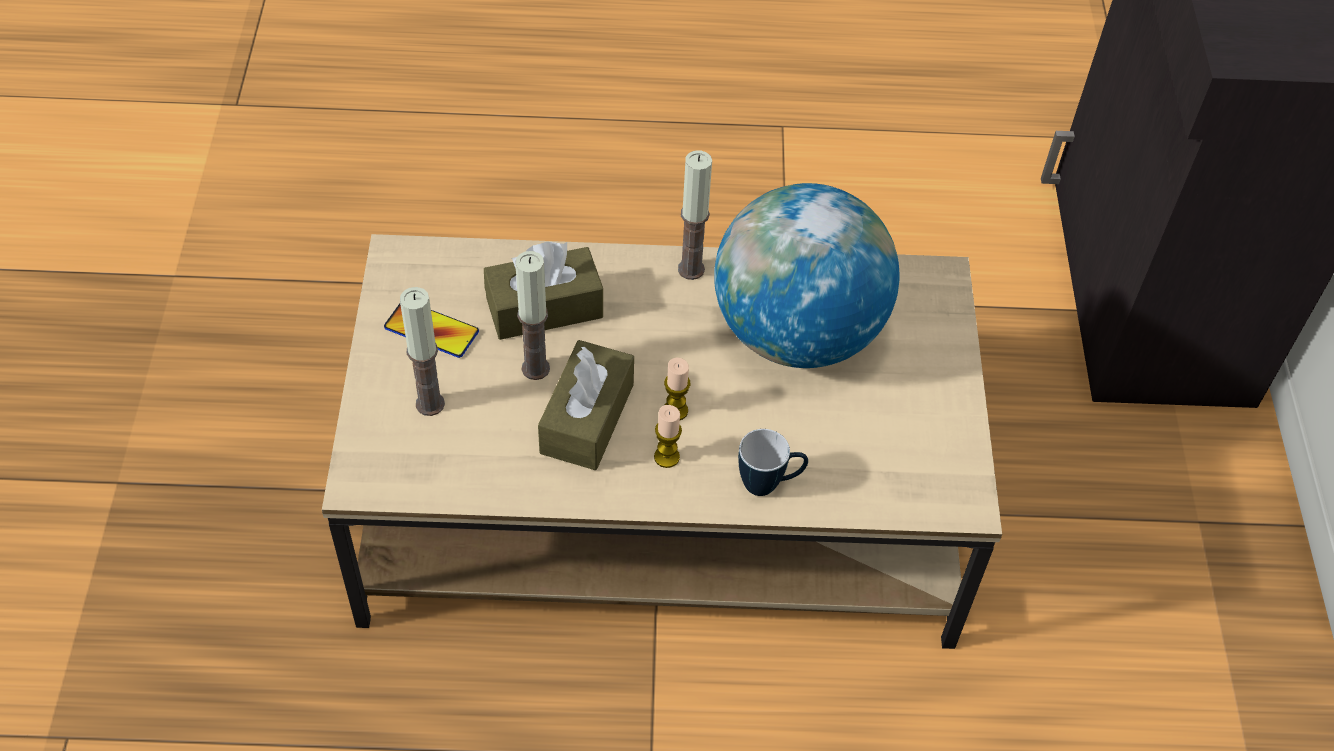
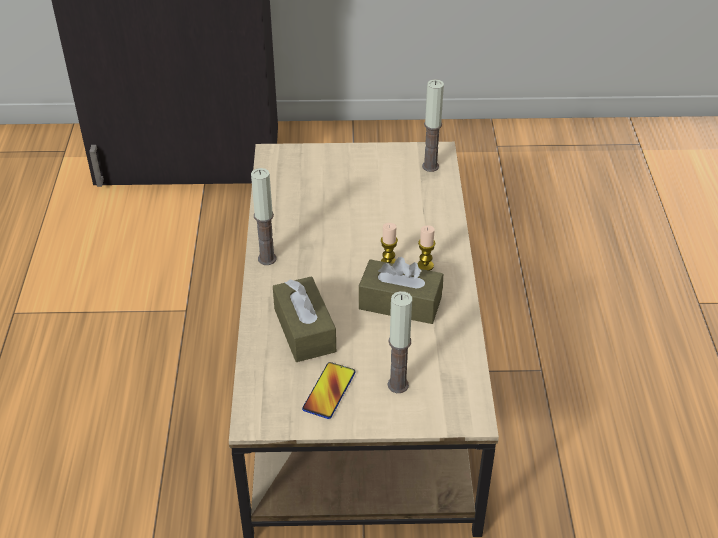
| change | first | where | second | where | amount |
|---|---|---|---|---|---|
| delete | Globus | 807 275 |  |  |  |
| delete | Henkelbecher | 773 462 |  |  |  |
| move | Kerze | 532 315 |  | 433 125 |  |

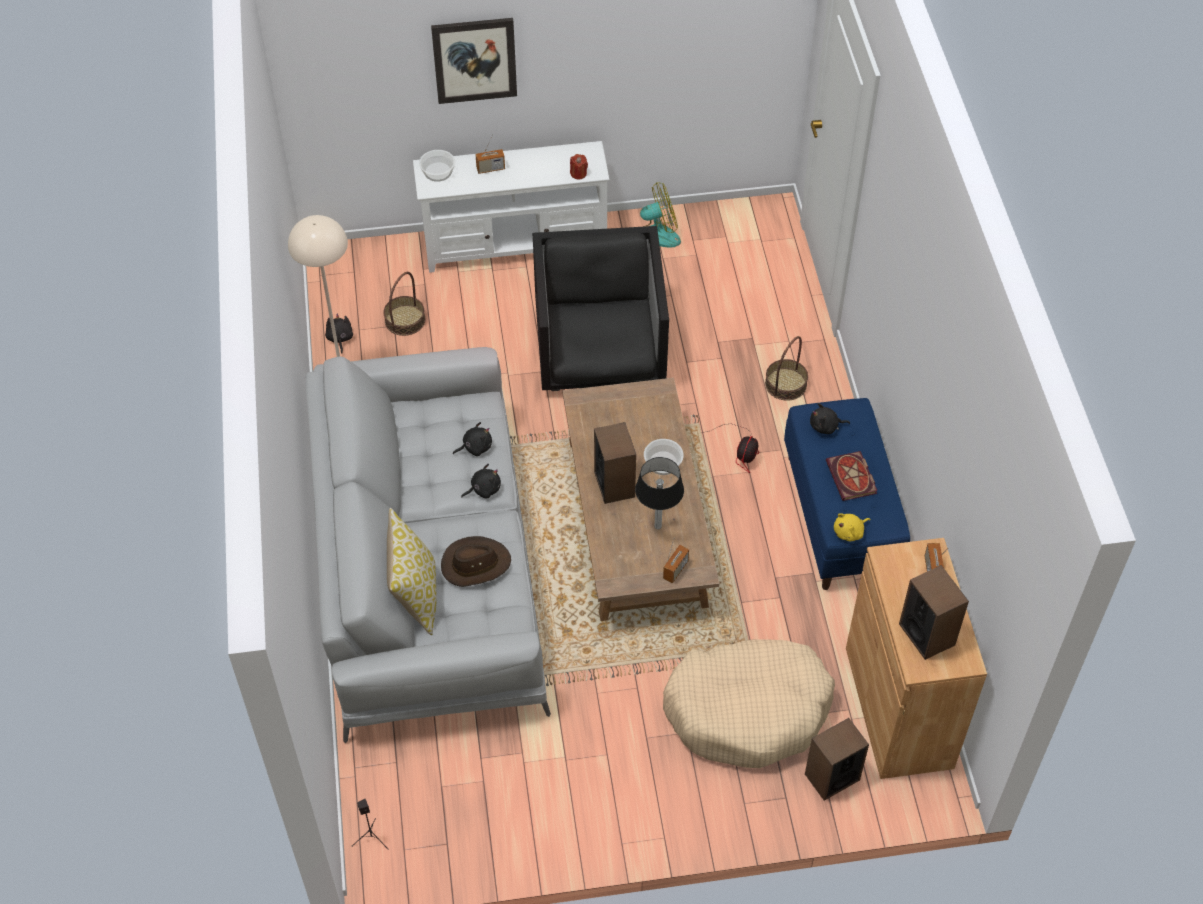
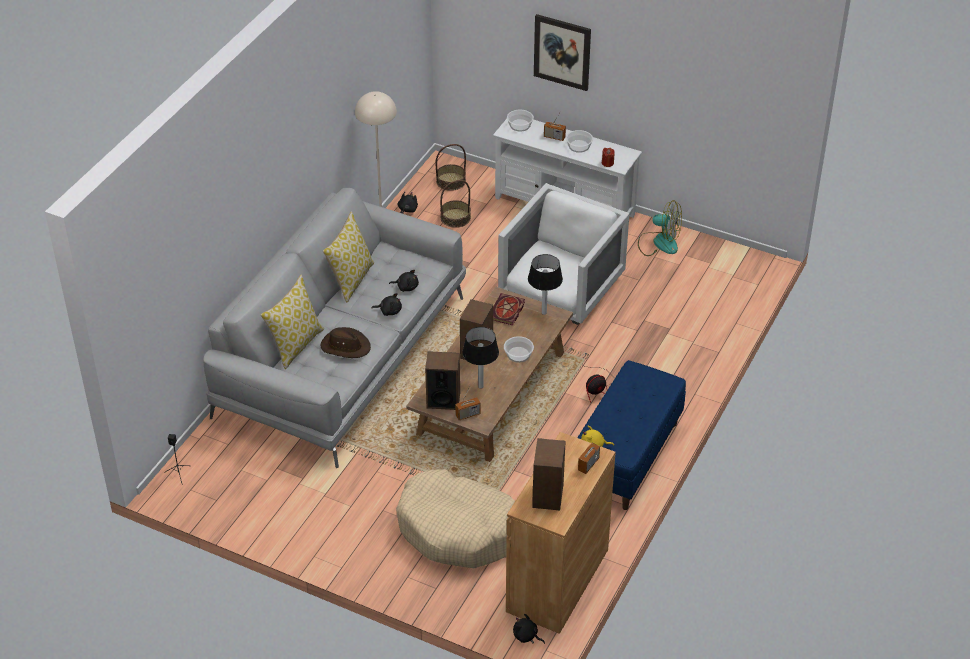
| change | first | where | second | where | amount |
|---|---|---|---|---|---|
| insert |  |  | Kissen | 348 257 |  |
| insert |  |  | Tischlampe | 545 284 |  |
| insert |  |  | Schüssel | 579 141 |  |
| move | Korb | 786 368 |  | 450 167 |  |
| move | Lautsprecher | 837 759 |  | 442 380 |  |
| move | Plüschtier [schwarz] | 830 418 |  | 529 629 |  |
| move | Buch | 852 476 |  | 509 309 |  |
| recolor | Sessel [schwarz] | 601 308 | Sessel [weiß] | 563 254 |  |

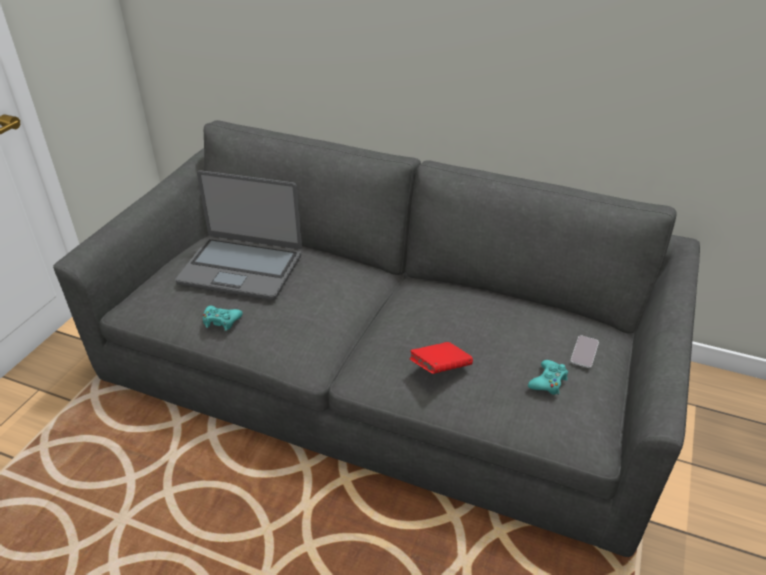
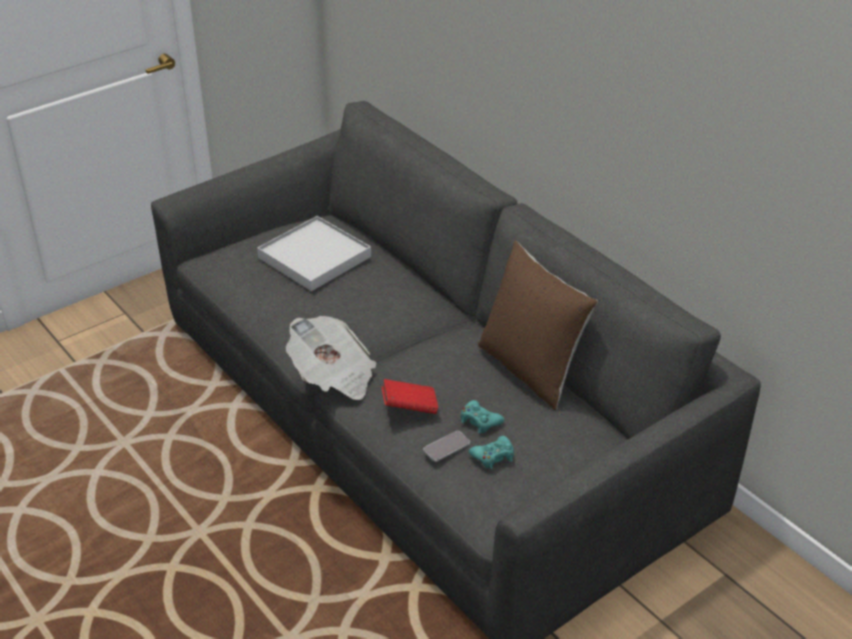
| change | first | where | second | where | amount |
|---|---|---|---|---|---|
| insert |  |  | Zeitung | 331 358 |  |
| insert |  |  | Kissen [braun] | 538 325 |  |
| move | Gamepad [türkis] | 223 318 |  | 483 417 |  |
| move | Handy | 584 351 |  | 446 446 |  |
| replace | Laptop | 238 235 | Tablett [weiß] | 314 253 |  |

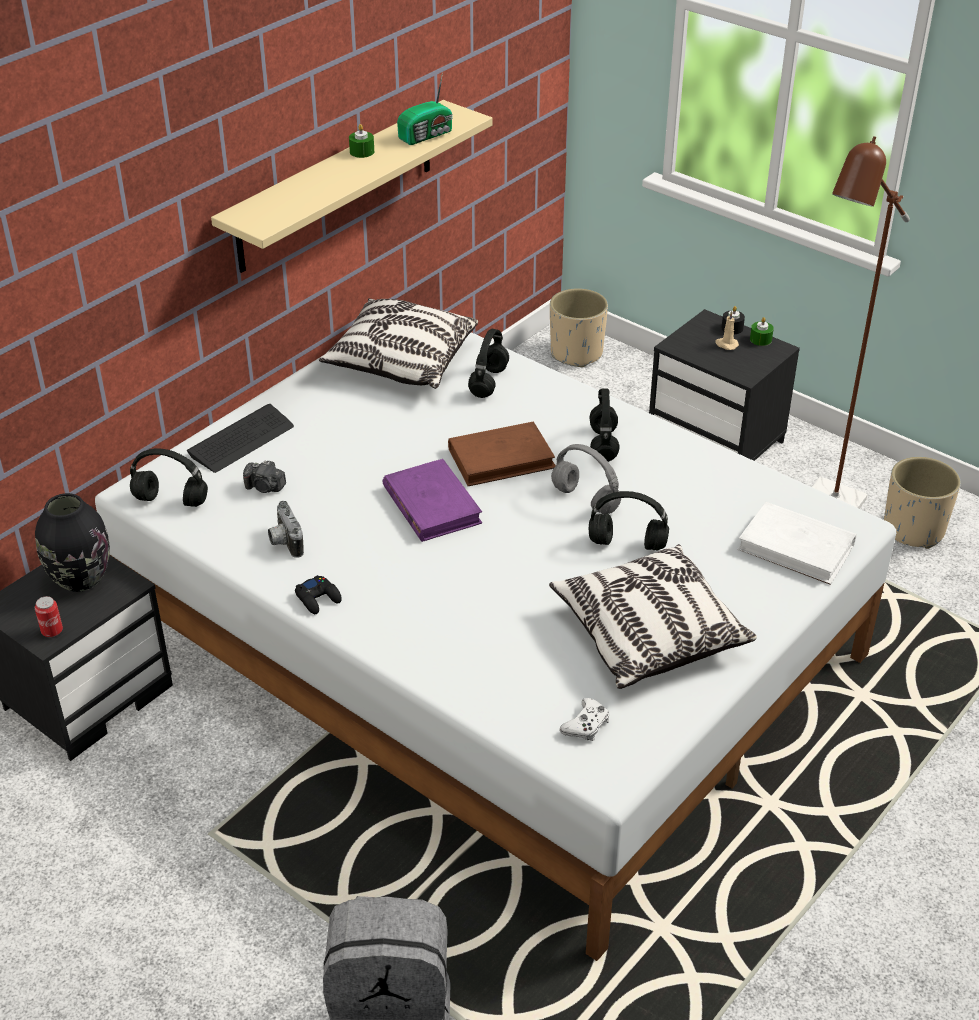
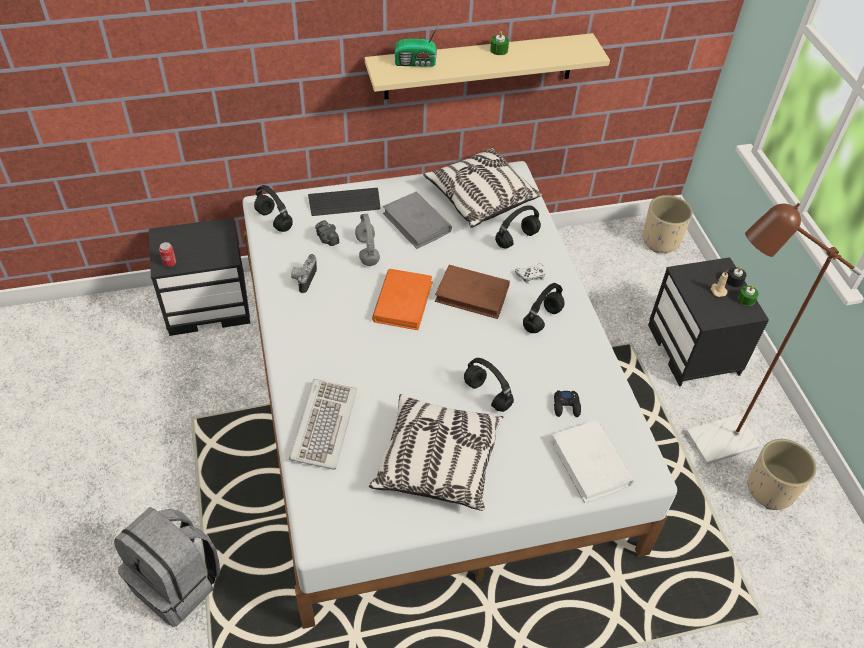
| change | first | where | second | where | amount |
|---|---|---|---|---|---|
| delete | Vase [schwarz] | 72 542 |  |  |  |
| insert |  |  | Tastatur | 323 424 |  |
| insert |  |  | Buch [grau] | 417 220 |  |
| move | Gamepad [schwarz] | 318 594 |  | 567 403 |  |
| move | Radio | 425 109 |  | 417 44 |  |
| move | Kopfhörer [grau] | 586 479 |  | 367 240 |  |
| move | Gamepad [weiß] | 585 719 |  | 530 273 |  |
| recolor | Buch [lila] | 432 500 | Buch [orange] | 402 299 |  |

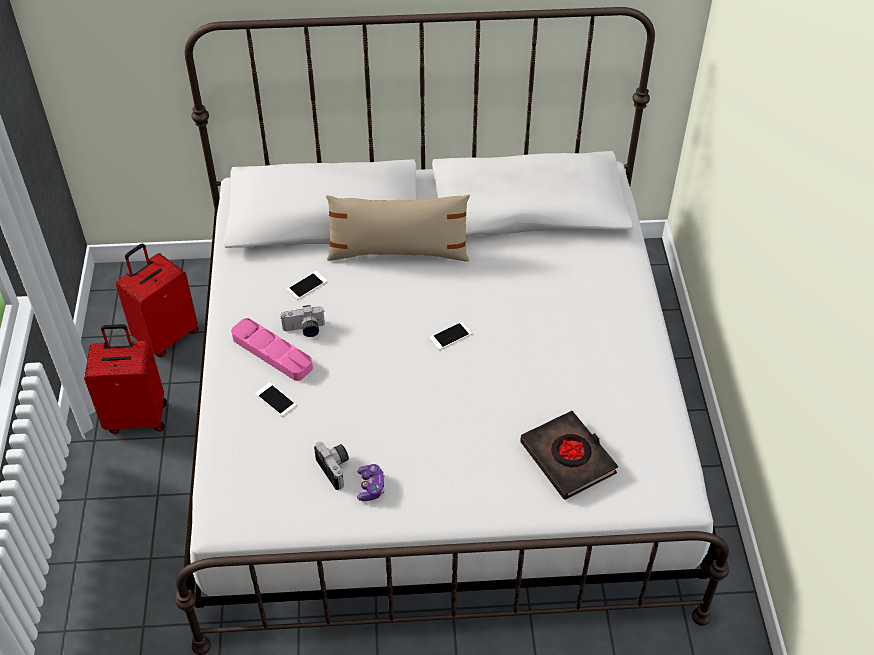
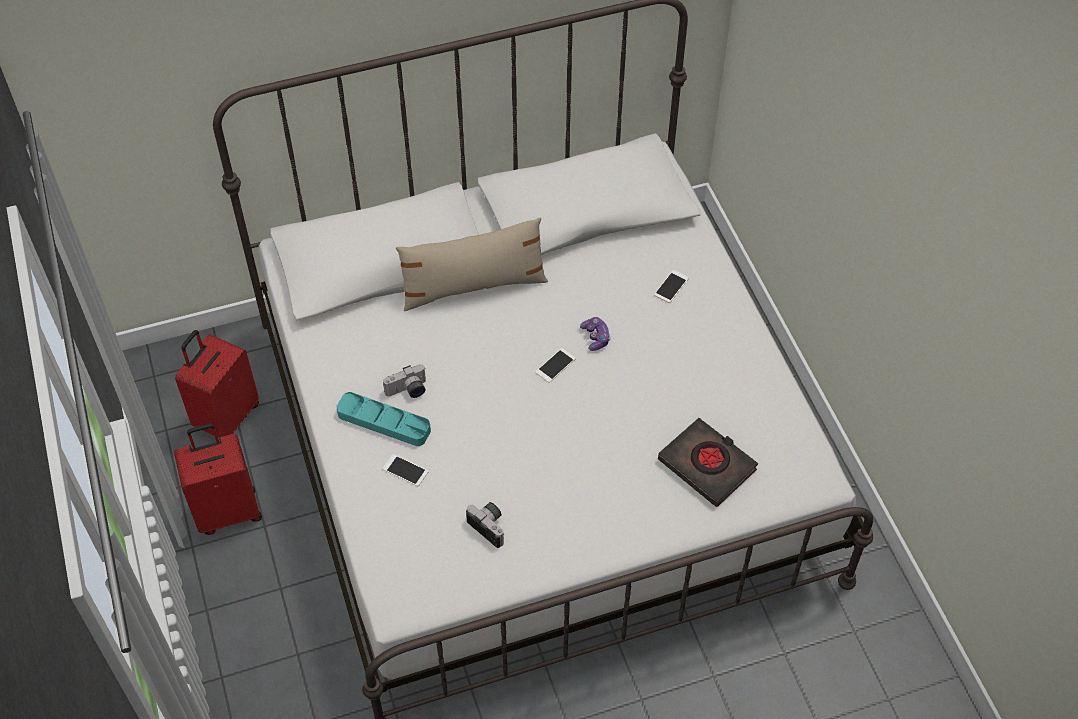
| change | first | where | second | where | amount |
|---|---|---|---|---|---|
| move | Handy | 307 285 |  | 671 286 |  |
| move | Gamepad | 370 482 |  | 595 334 |  |
| recolor | Tablett [rosa] | 272 349 | Tablett [türkis] | 383 419 |  |

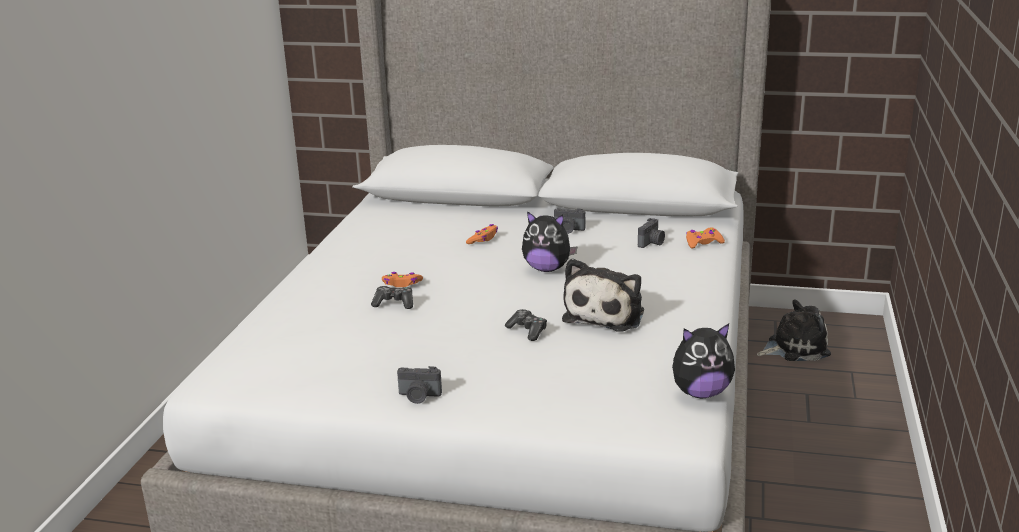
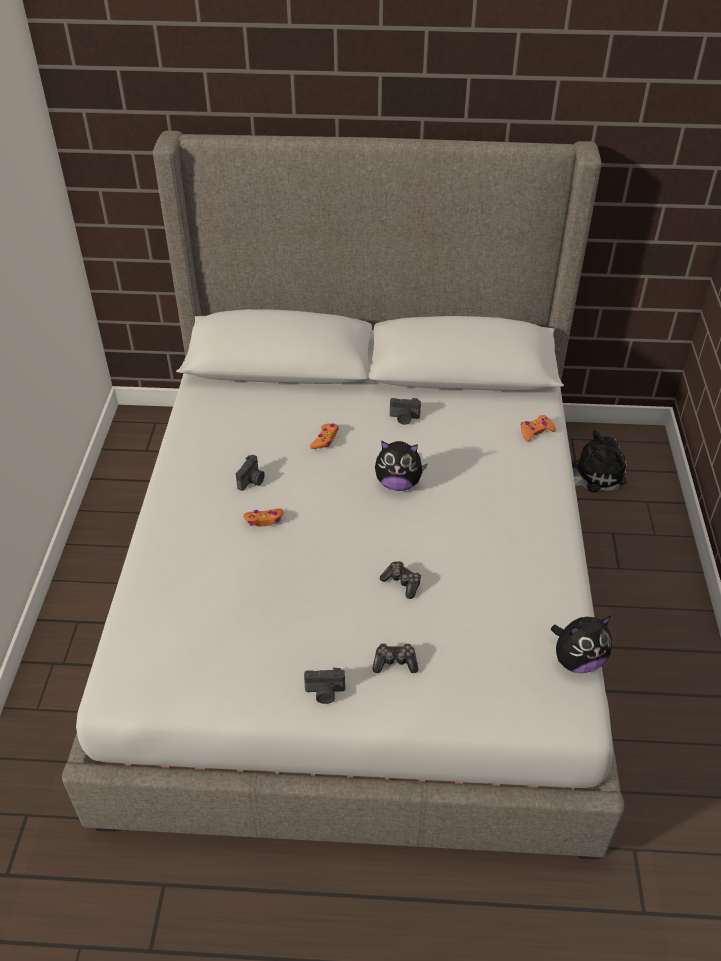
| change | first | where | second | where | amount |
|---|---|---|---|---|---|
| delete | Plüschtier | 603 295 |  |  |  |
| move | Gamepad | 392 297 |  | 395 658 |  |
| move | Kamera | 651 233 |  | 250 473 |  |

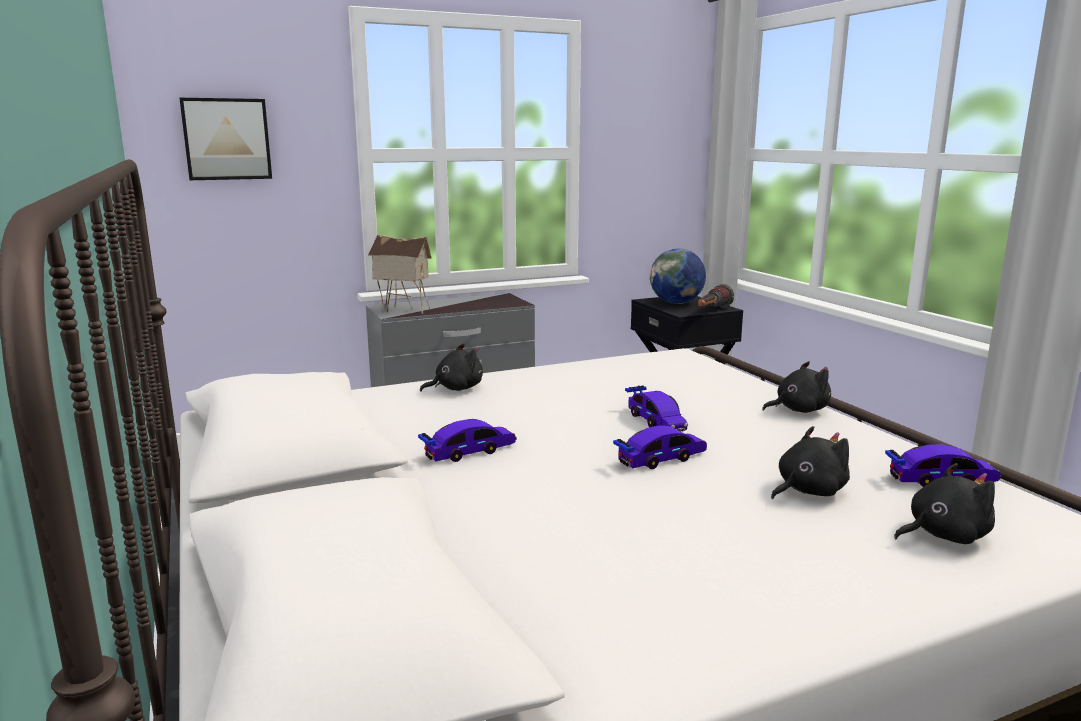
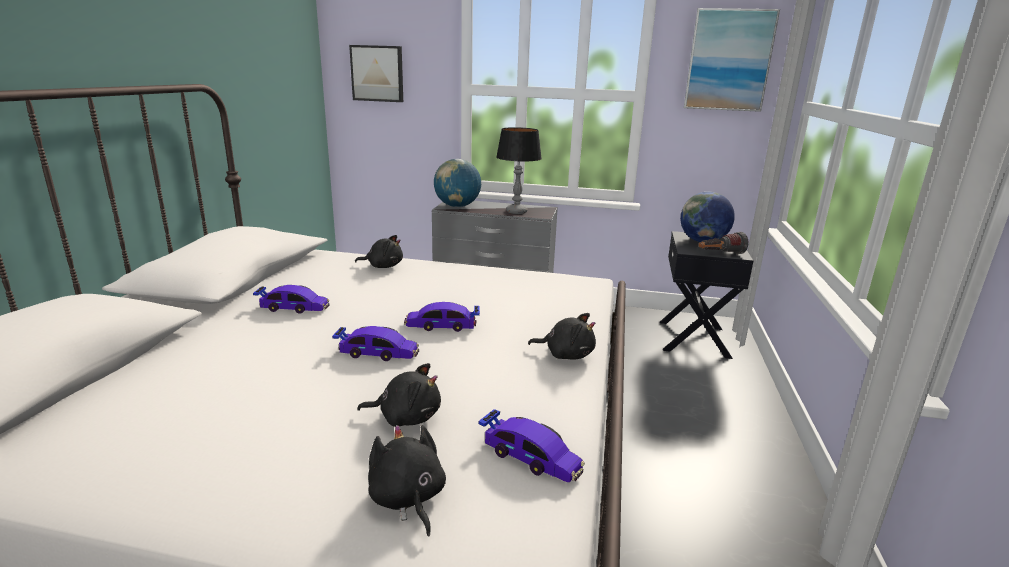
| change | first | where | second | where | amount |
|---|---|---|---|---|---|
| insert |  |  | Tischlampe | 519 170 |  |
| insert |  |  | Bild | 732 60 |  |
| replace | Spielzeughaus | 399 274 | Globus | 457 183 |  |
| rotate | Spielzeugauto | 656 408 |  | 442 317 | 75 degrees clockwise |
| rotate | Plüschtier [schwarz] | 944 503 |  | 407 480 | 135 degrees counterclockwise |

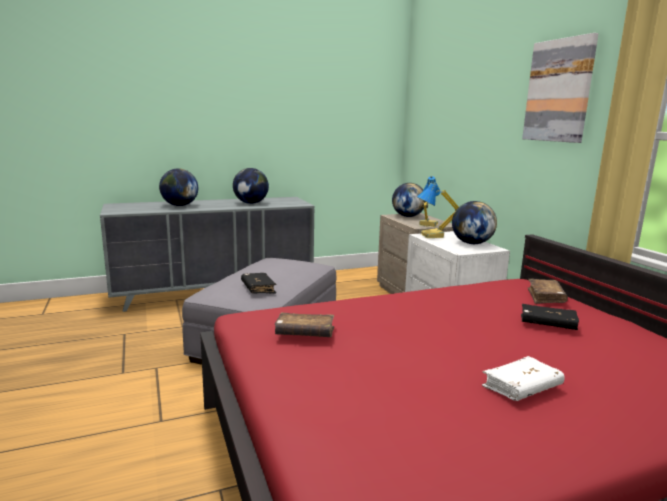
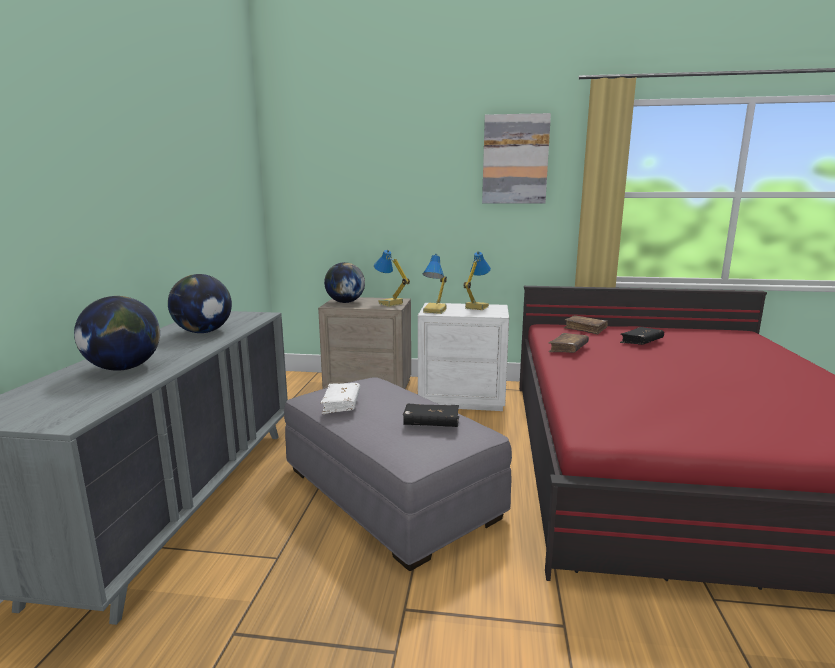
| change | first | where | second | where | amount |
|---|---|---|---|---|---|
| move | Buch [braun] | 304 324 |  | 569 343 |  |
| move | Buch [weiß] | 523 378 |  | 340 398 |  |
| replace | Globus | 474 222 | Tischlampe | 477 280 |  |

